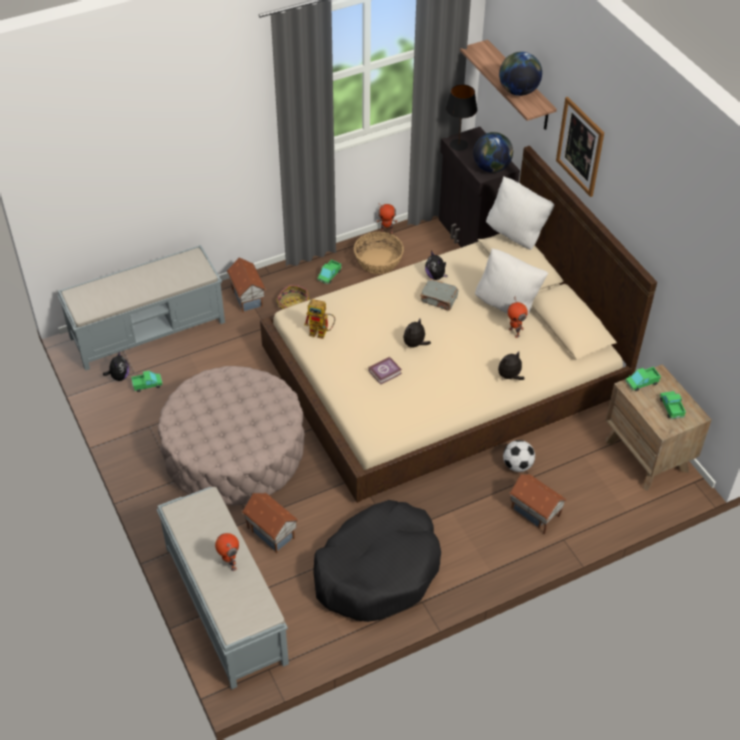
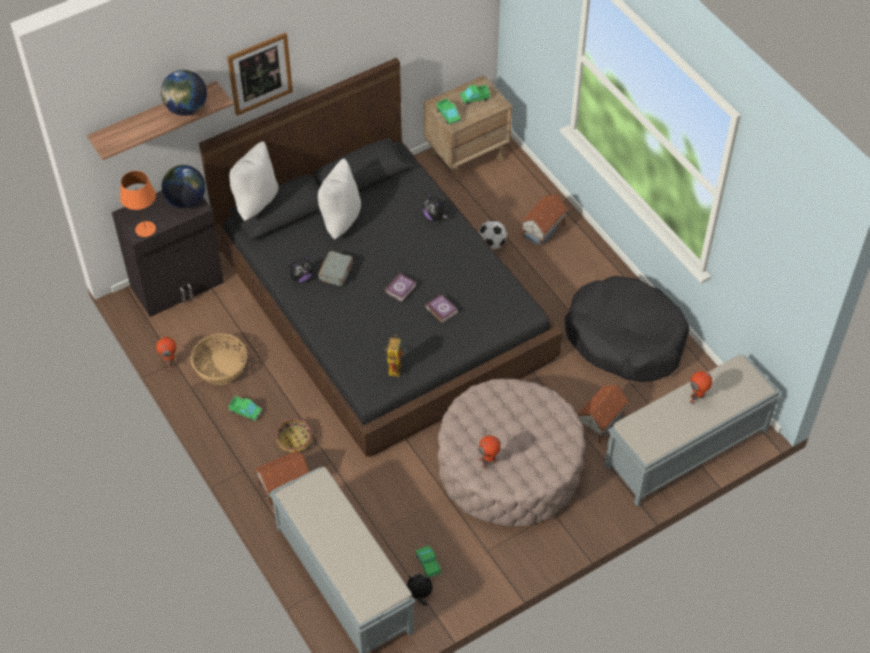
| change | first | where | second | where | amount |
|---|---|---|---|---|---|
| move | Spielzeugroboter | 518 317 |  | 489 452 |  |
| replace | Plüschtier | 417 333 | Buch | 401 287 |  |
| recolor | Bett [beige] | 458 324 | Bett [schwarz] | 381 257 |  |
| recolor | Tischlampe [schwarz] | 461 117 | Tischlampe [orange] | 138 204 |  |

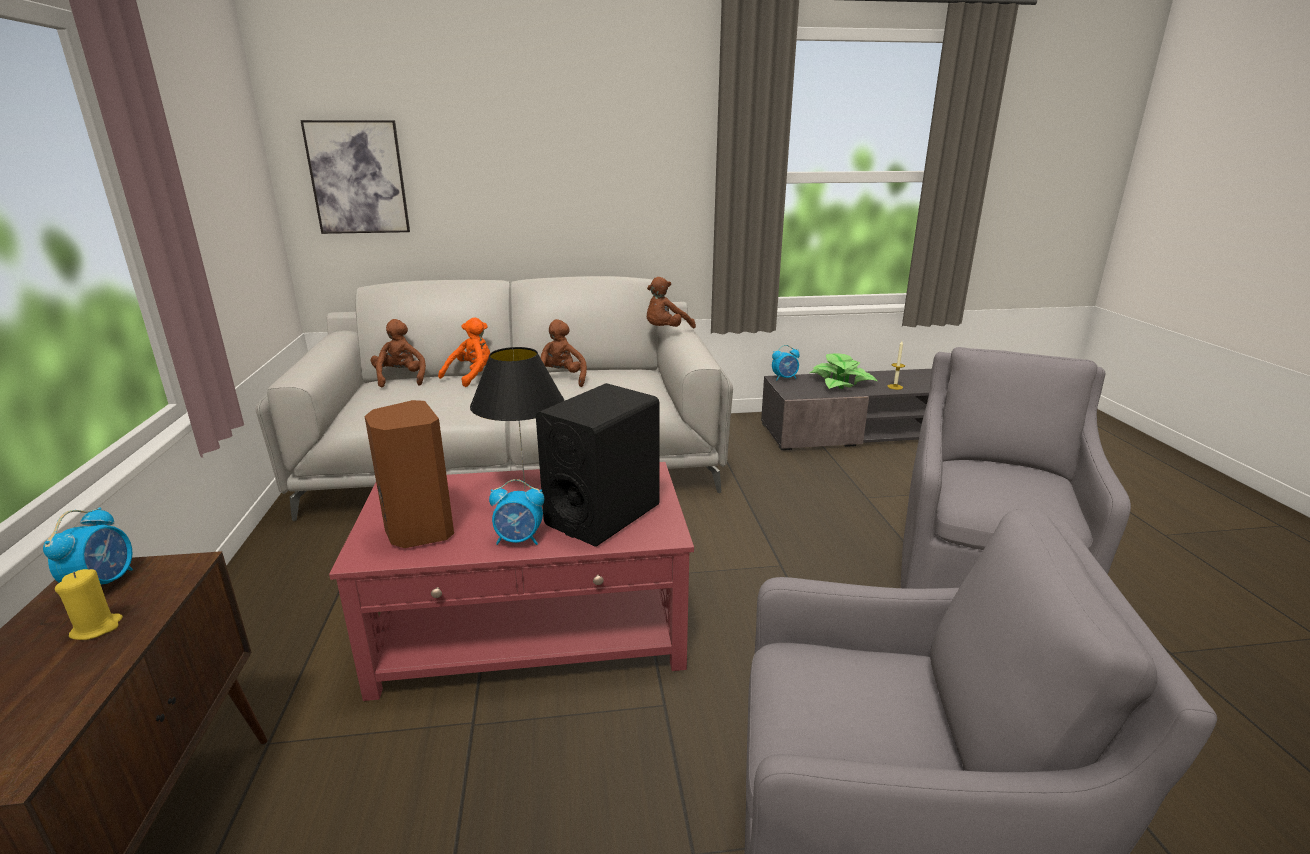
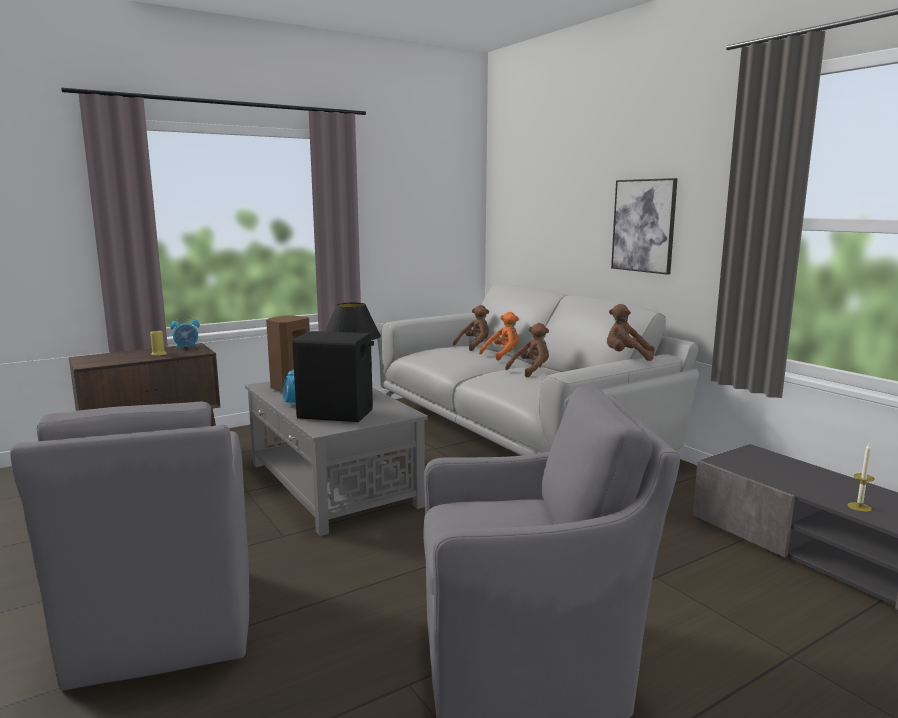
| change | first | where | second | where | amount |
|---|---|---|---|---|---|
| delete | Wecker | 786 363 |  |  |  |
| delete | Topfpflanze | 843 371 |  |  |  |
| move | Bild | 355 177 |  | 644 226 |  |
| recolor | Couchtisch [rot] | 511 581 | Couchtisch [grau] | 336 458 |  |
| rotate | Plüschtier [orange] | 464 352 |  | 499 336 | 45 degrees counterclockwise |

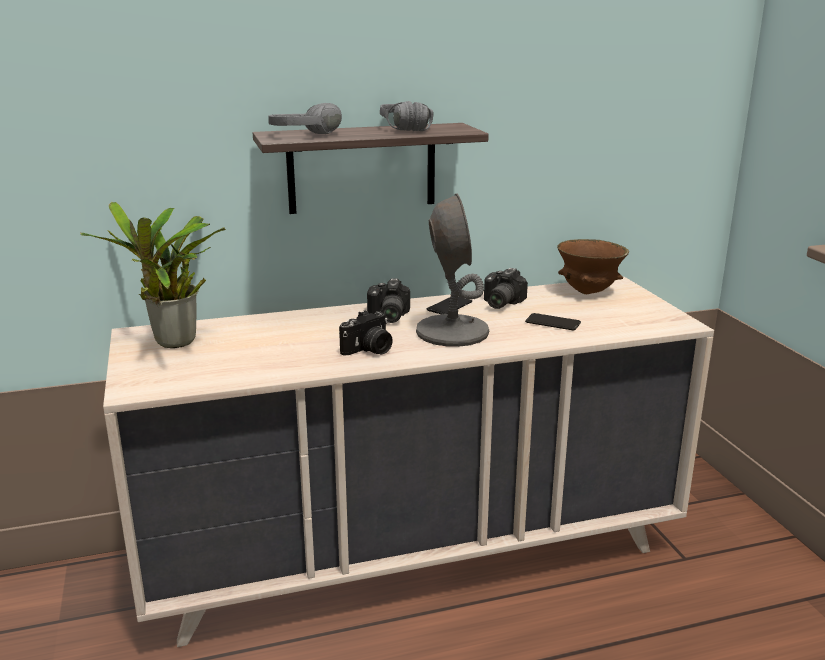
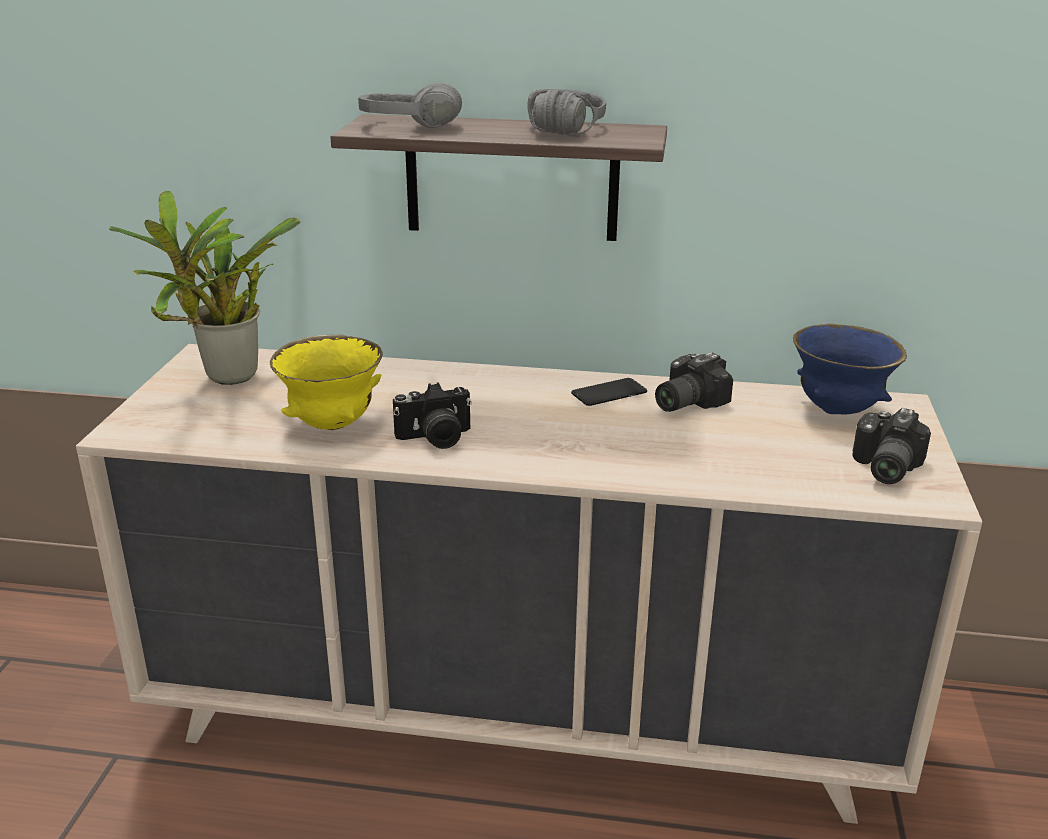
| change | first | where | second | where | amount |
|---|---|---|---|---|---|
| delete | Tischlampe [grau] | 452 270 |  |  |  |
| delete | Handy | 553 321 |  |  |  |
| insert |  |  | Schüssel [gelb] | 326 382 |  |
| move | Kamera | 388 301 |  | 892 446 |  |
| recolor | Schüssel [braun] | 593 266 | Schüssel [blau] | 850 369 |  |

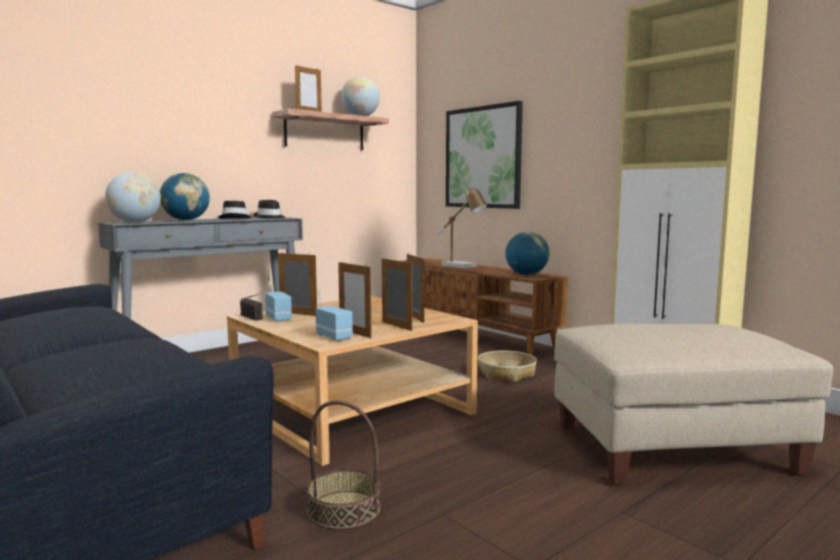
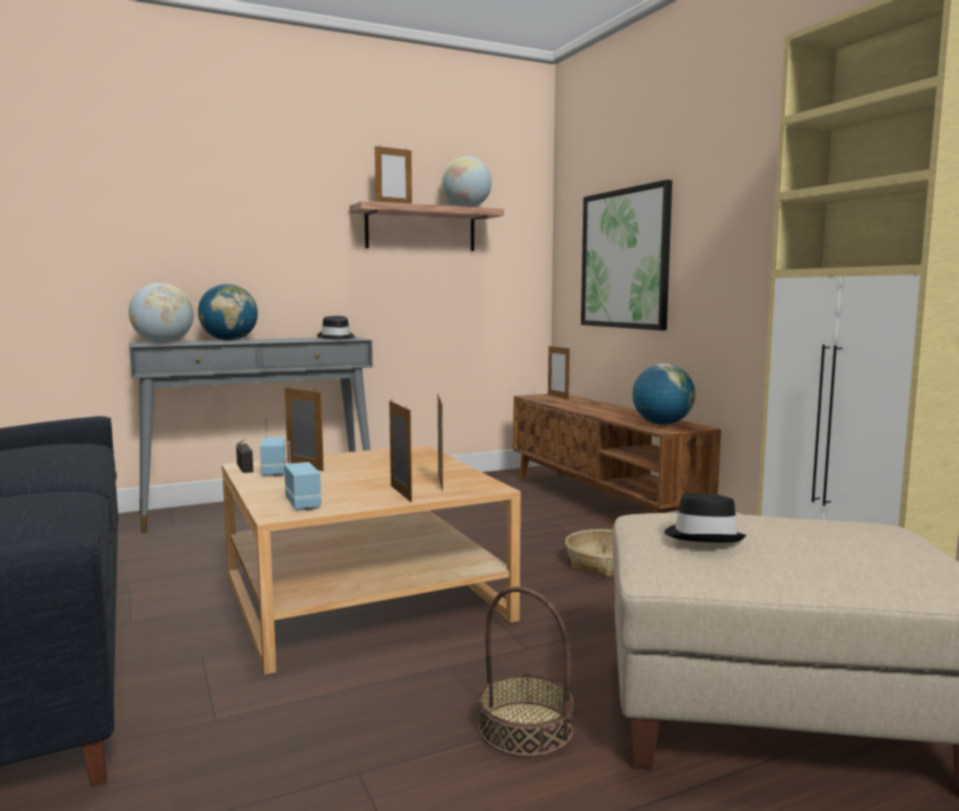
| change | first | where | second | where | amount |
|---|---|---|---|---|---|
| delete | Tischlampe | 462 227 |  |  |  |
| move | Hut [schwarz] | 234 210 |  | 705 518 |  |
| move | Korb | 343 465 |  | 526 671 |  |
| move | Bilderrahmen | 355 299 |  | 559 372 |  |

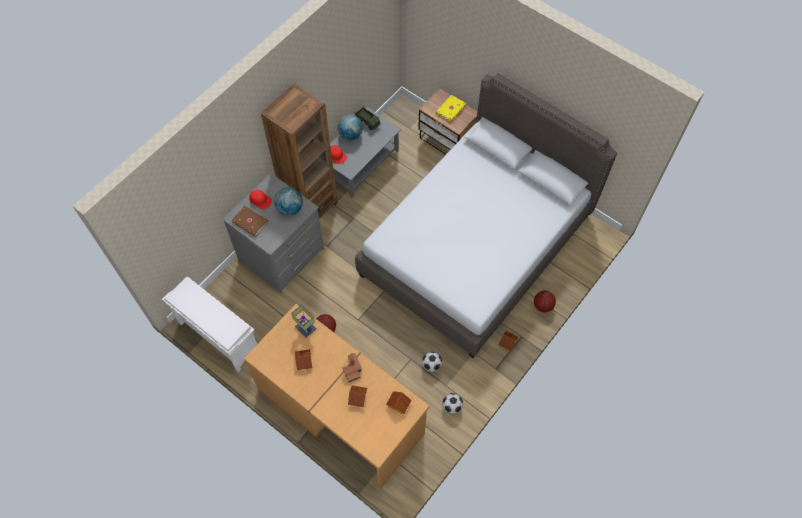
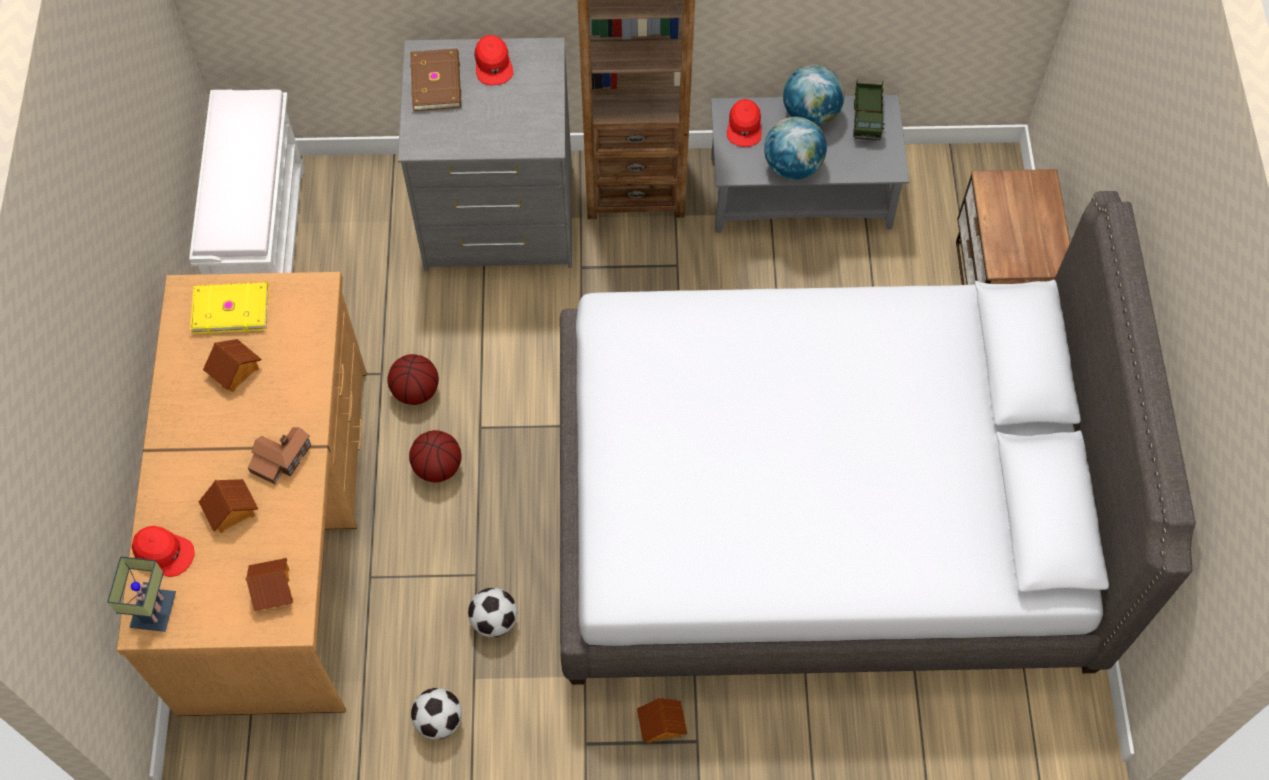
| change | first | where | second | where | amount |
|---|---|---|---|---|---|
| insert |  |  | Kappe [rot] | 163 551 |  |
| move | Globus | 288 201 |  | 795 148 |  |
| move | Tischlampe | 304 321 |  | 141 594 |  |
| move | Buch [gelb] | 451 108 |  | 229 308 |  |
| move | Basketball | 545 301 |  | 435 456 |  |

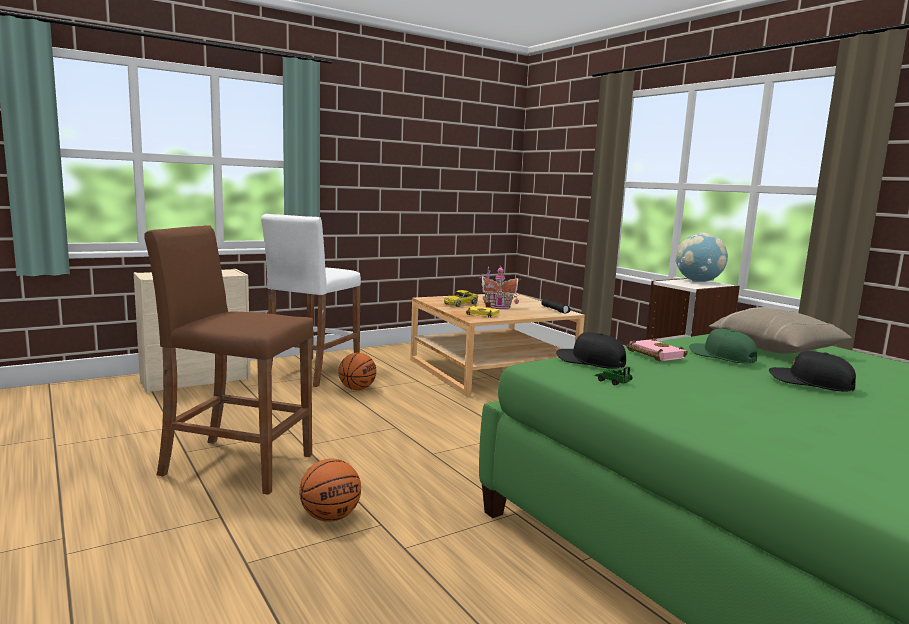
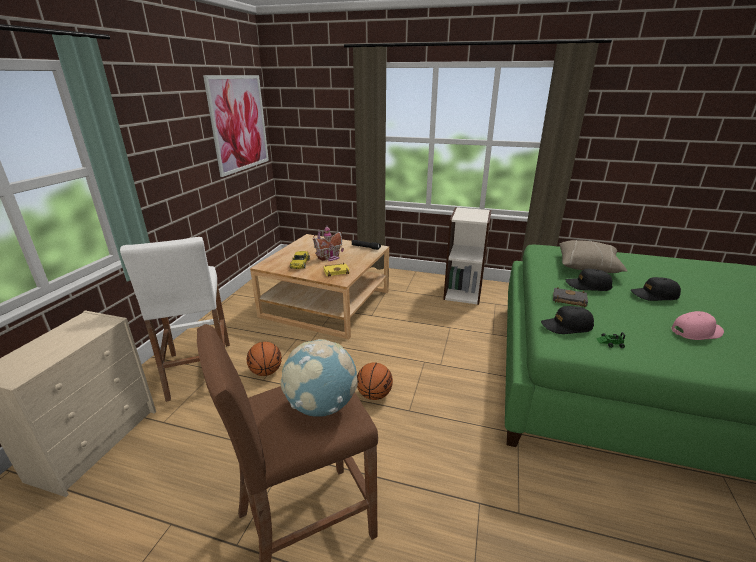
| change | first | where | second | where | amount |
|---|---|---|---|---|---|
| insert |  |  | Bild | 236 126 |  |
| insert |  |  | Kappe [rosa] | 697 325 |  |
| move | Basketball | 330 490 |  | 375 381 |  |
| move | Globus | 701 257 |  | 319 378 |  |
| recolor | Buch [rosa] | 657 349 | Buch [schwarz] | 570 297 |  |
| recolor | Kappe [grün] | 723 346 | Kappe [schwarz] | 589 280 |  |

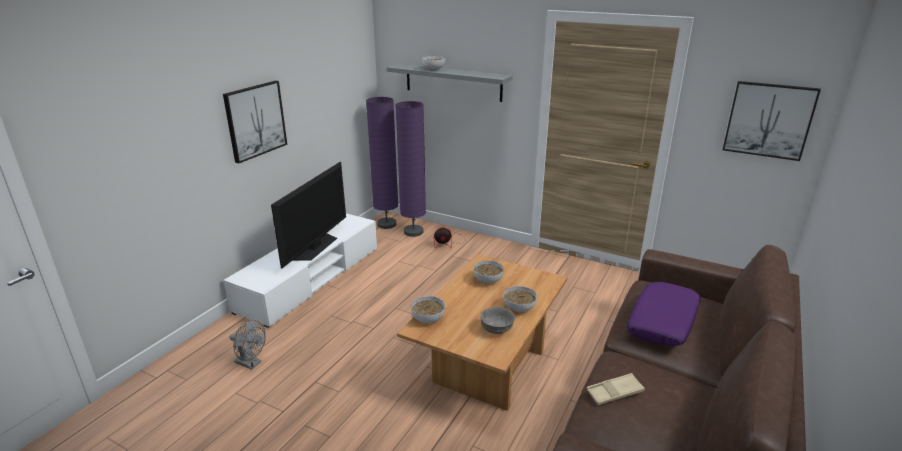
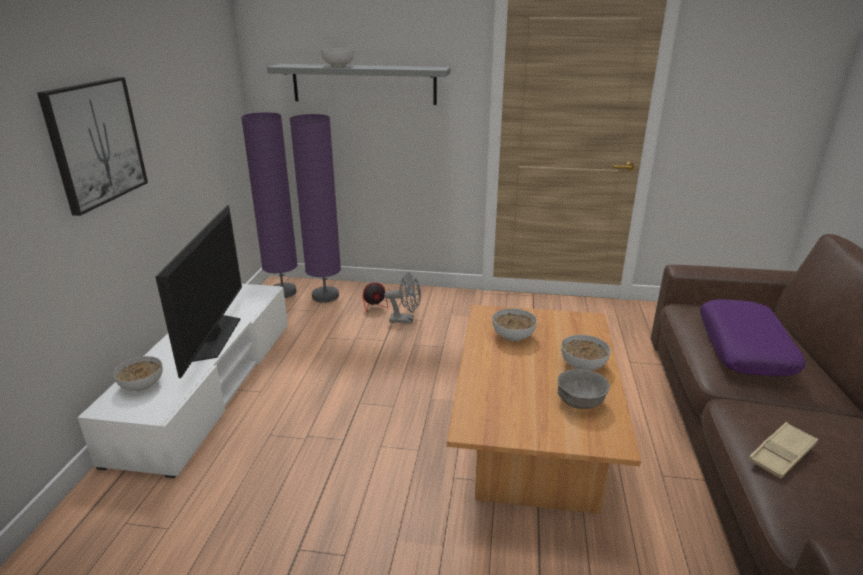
| change | first | where | second | where | amount |
|---|---|---|---|---|---|
| delete | Bild | 772 121 |  |  |  |
| move | Ventilator [grau] | 248 345 |  | 402 298 |  |
| move | Schüssel | 428 309 |  | 138 373 |  |

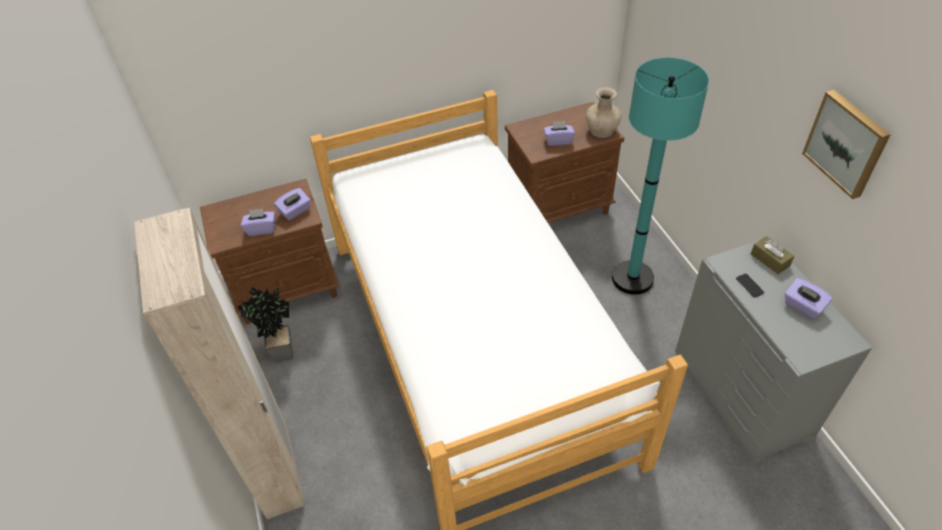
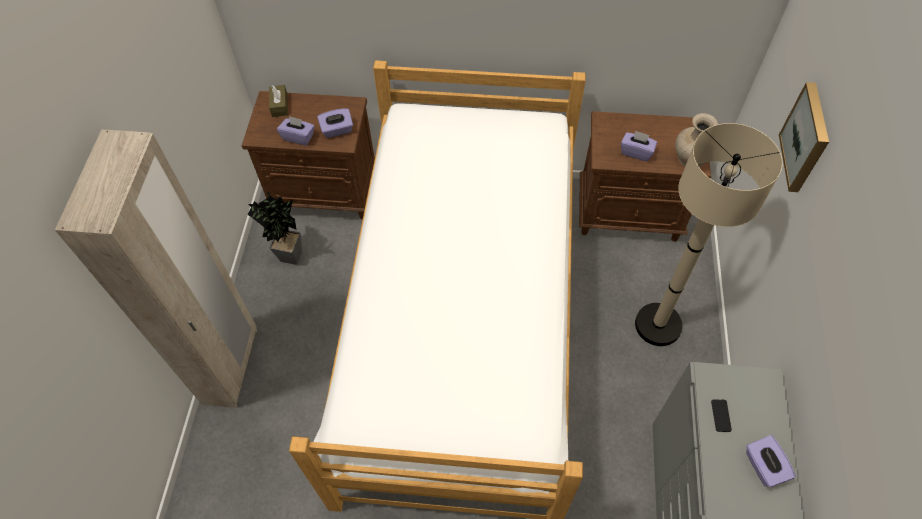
| change | first | where | second | where | amount |
|---|---|---|---|---|---|
| move | Taschentuchbox [braun] | 772 255 |  | 278 101 |  |
| move | Bild | 846 144 |  | 804 137 |  |
| recolor | Stehlampe [türkis] | 660 176 | Stehlampe [beige] | 709 234 |  |

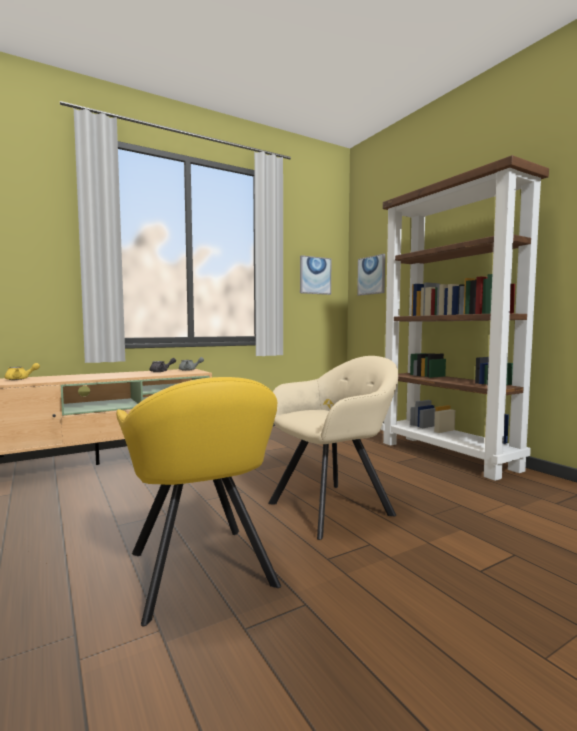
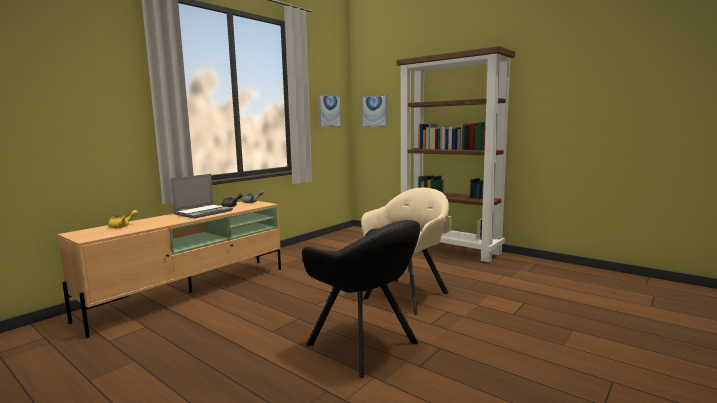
| change | first | where | second | where | amount |
|---|---|---|---|---|---|
| insert |  |  | Laptop | 202 196 |  |
| recolor | Sessel [gelb] | 198 501 | Sessel [schwarz] | 361 299 |  |

